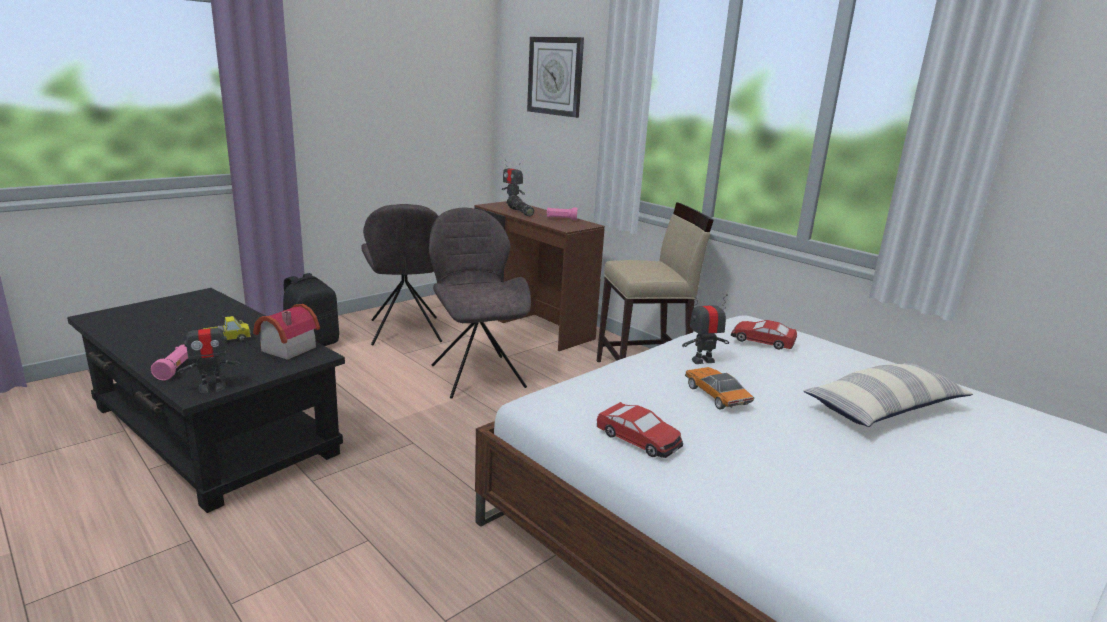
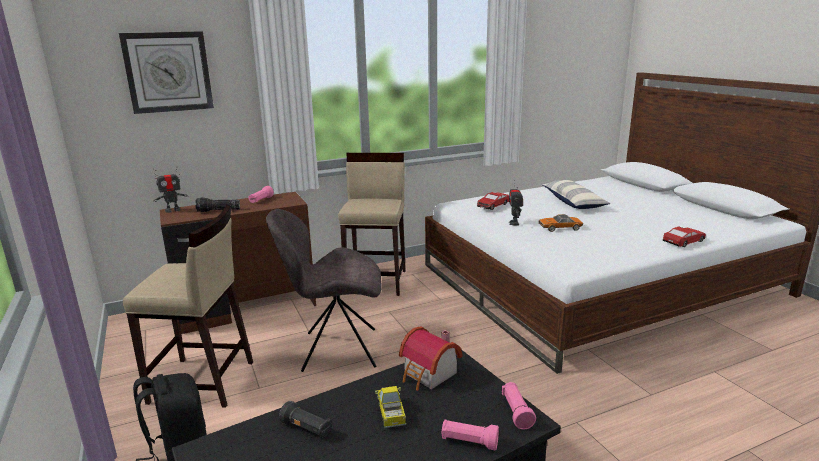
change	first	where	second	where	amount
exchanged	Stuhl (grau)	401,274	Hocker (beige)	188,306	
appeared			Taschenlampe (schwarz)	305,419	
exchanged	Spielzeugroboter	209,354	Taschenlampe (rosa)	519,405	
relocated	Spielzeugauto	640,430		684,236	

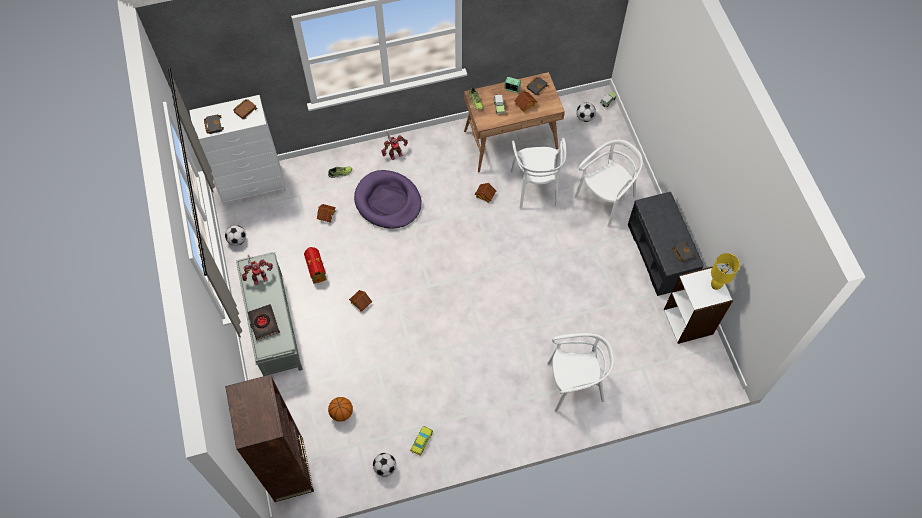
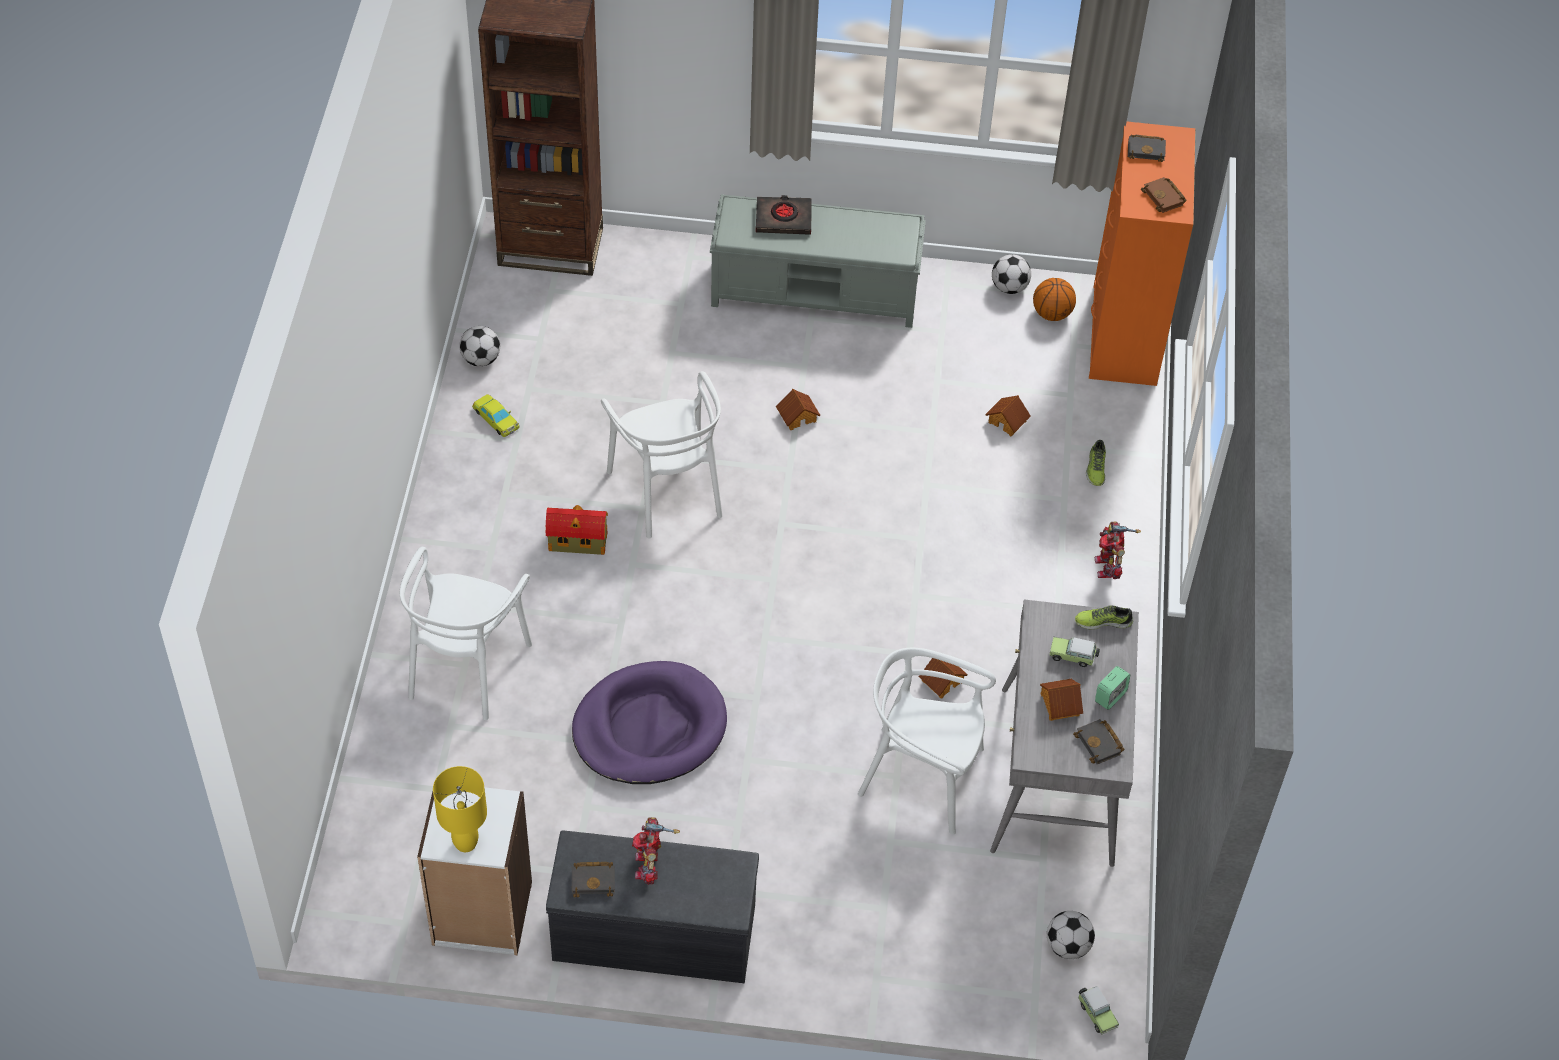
change	first	where	second	where	amount
relocated	Spielzeughaus	315,265		576,530	
relocated	Hundebett (lila)	388,199		649,722	
relocated	Stuhl (weiß)	608,183		661,454	
relocated	Spielzeugroboter	257,270		656,851	
colour	Schreibtisch (braun)	514,122	Schreibtisch (grau)	1064,733	
relocated	Basketball	340,409		1054,299	
colour	Kommode (weiß)	237,150	Kommode (orange)	1142,254	

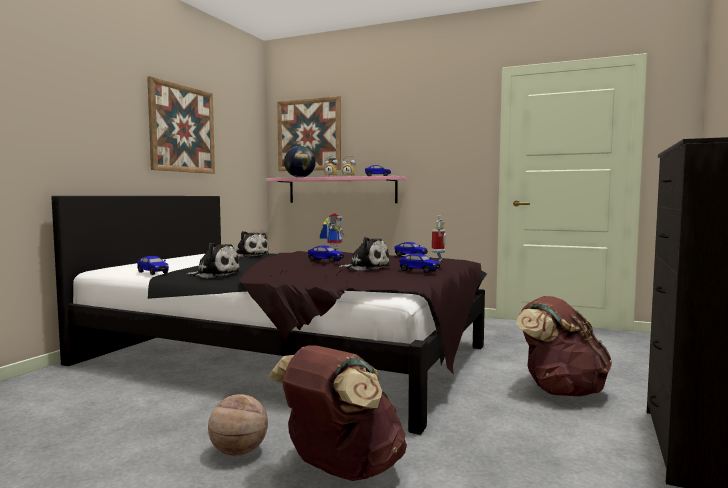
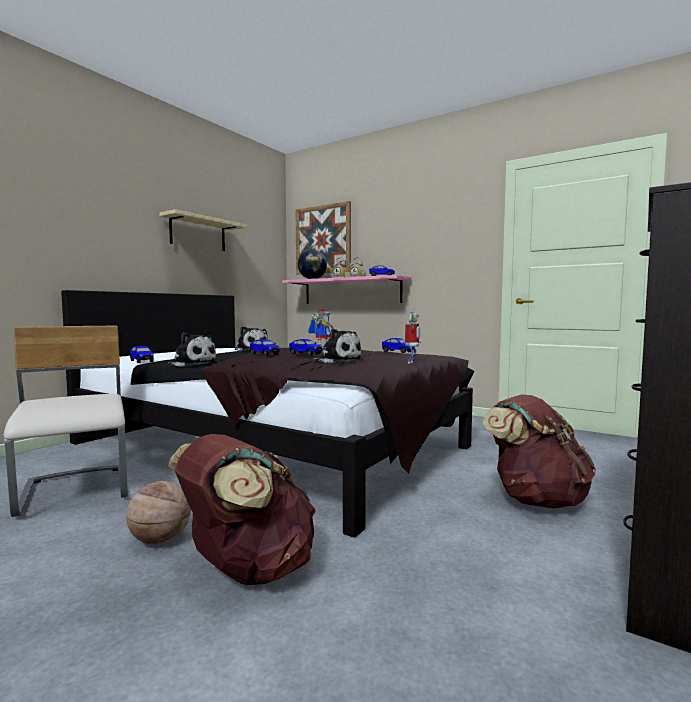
change	first	where	second	where	amount
appeared			Stuhl (beige)	66,421	
exchanged	Bild	181,125	Wandregal (beige)	202,230	
relocated	Spielzeugauto	419,263		265,347	

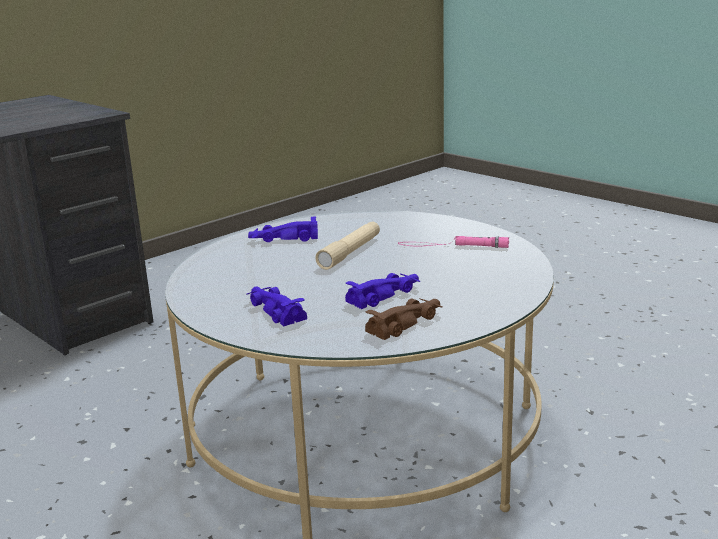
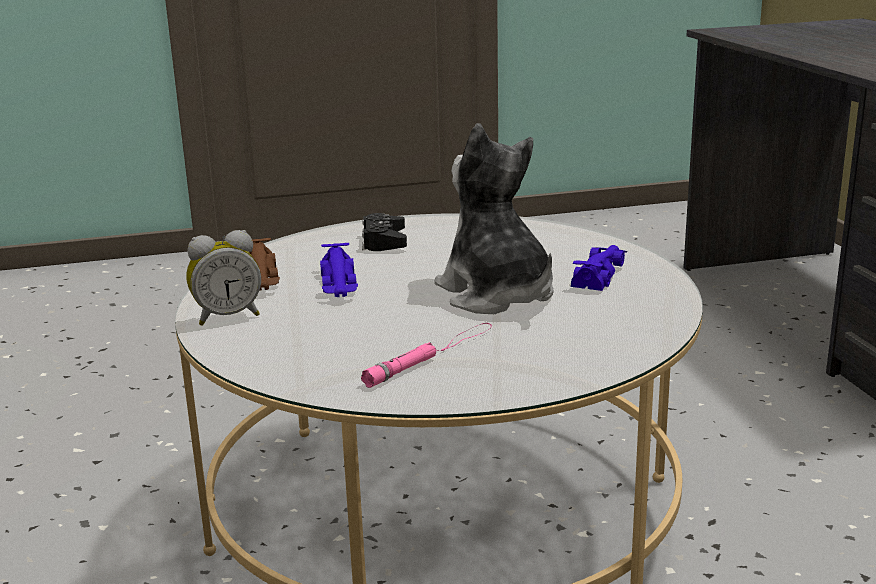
change	first	where	second	where	amount
appeared			Wecker	223,278	
exchanged	Spielzeugauto (lila)	276,306	Gamepad (schwarz)	384,232	
exchanged	Taschenlampe (beige)	347,246	Plüschtier	493,218	

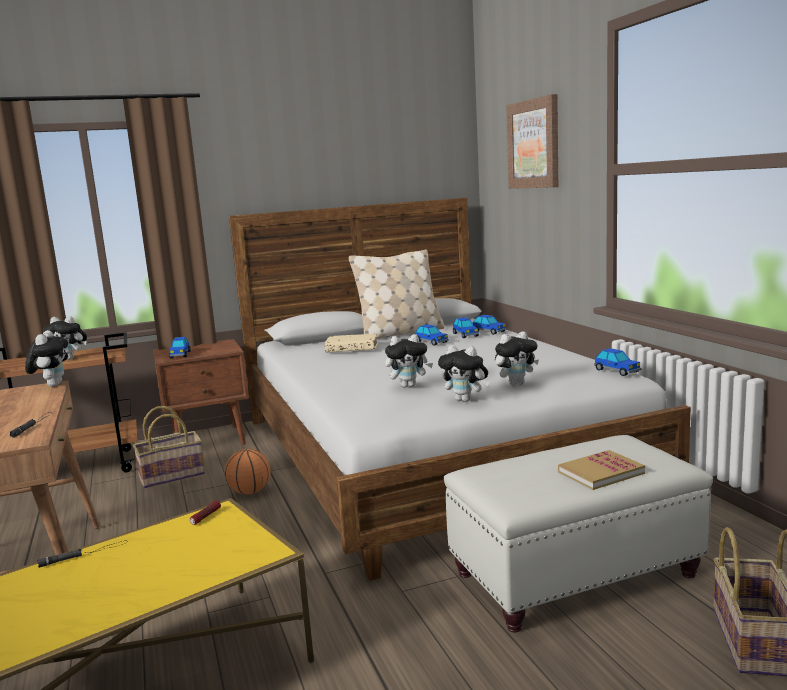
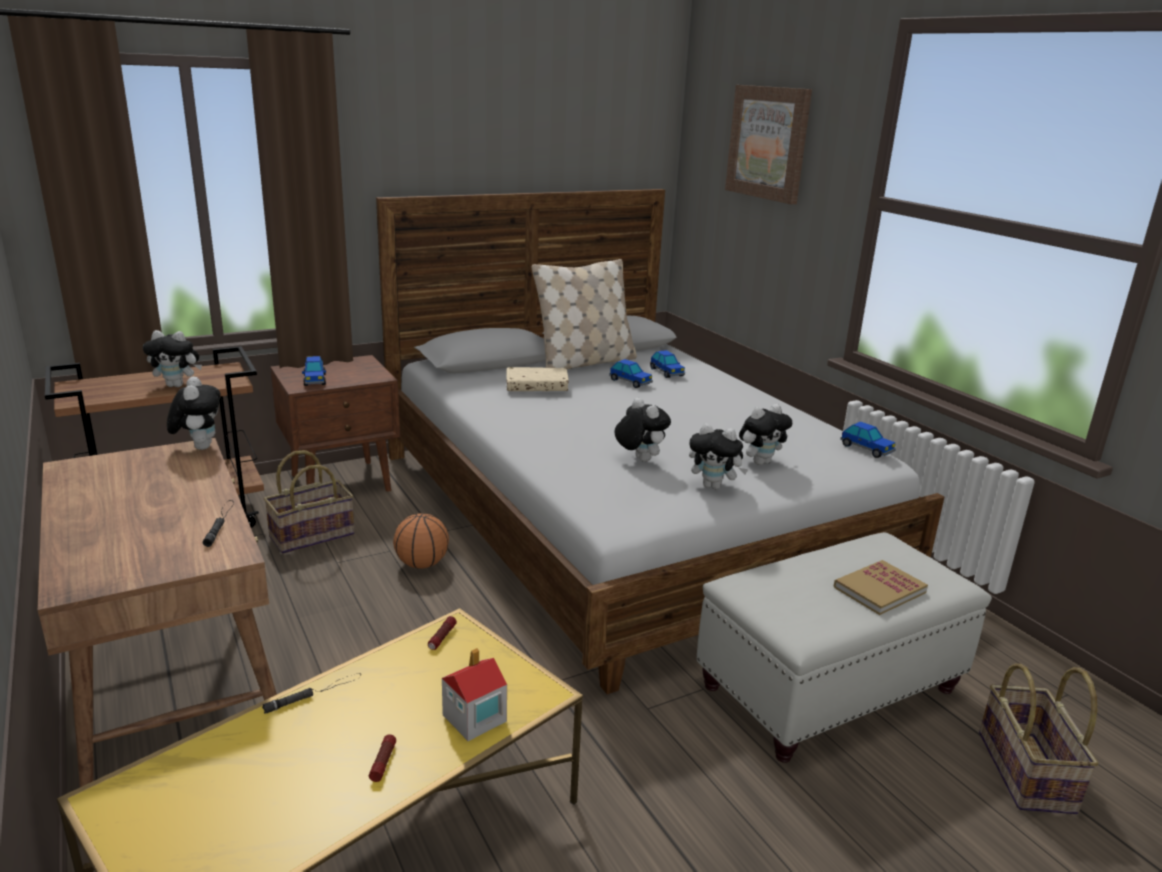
change	first	where	second	where	amount
appeared			Taschenlampe	382,758	
appeared			Spielzeughaus	474,694	
spun	Plüschtier	409,361		643,430	105 degrees counterclockwise
missing	Spielzeugauto	490,325			

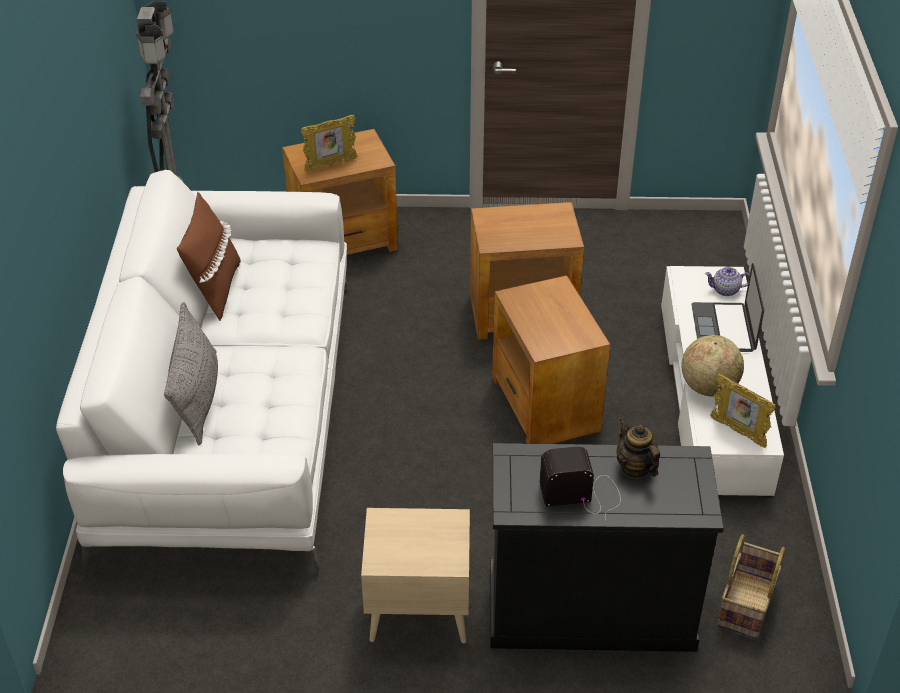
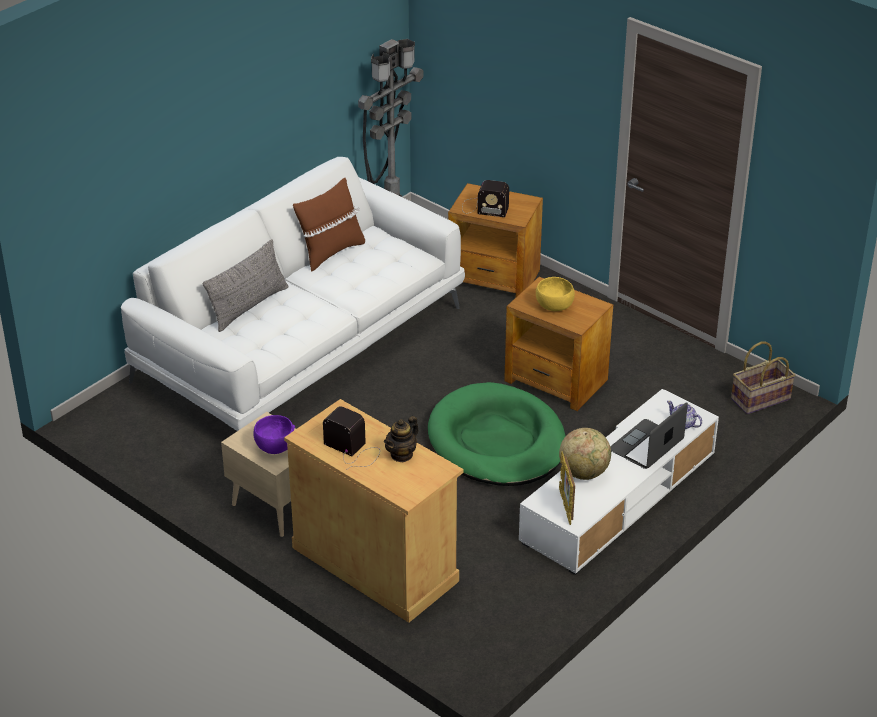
change	first	where	second	where	amount
appeared			Schüssel (lila)	274,434	
colour	Schrank (schwarz)	607,547	Schrank (beige)	374,511	
spun	Teekanne	638,448		401,439	150 degrees counterclockwise
exchanged	Beistelltisch (braun)	551,359	Hundebett (grün)	496,434	
exchanged	Bilderrahmen	329,143	Radio	485,198	
appeared			Schüssel (gelb)	555,294	
relocated	Korb	751,586		763,377	

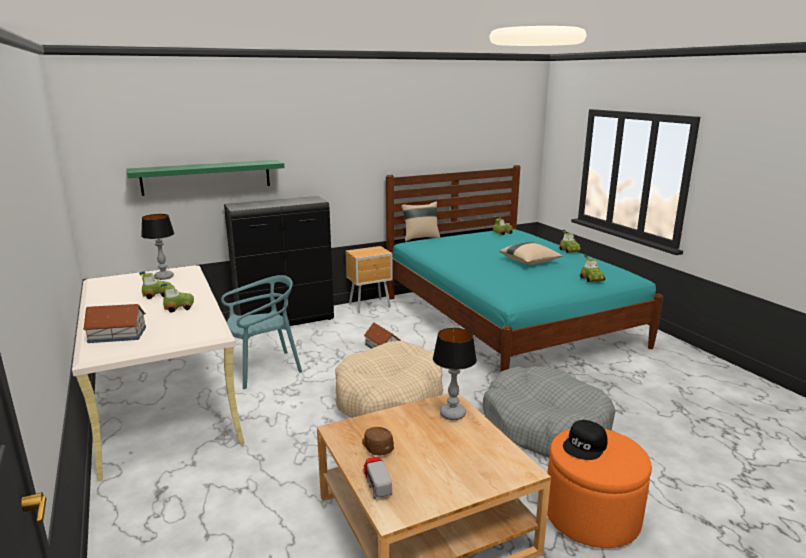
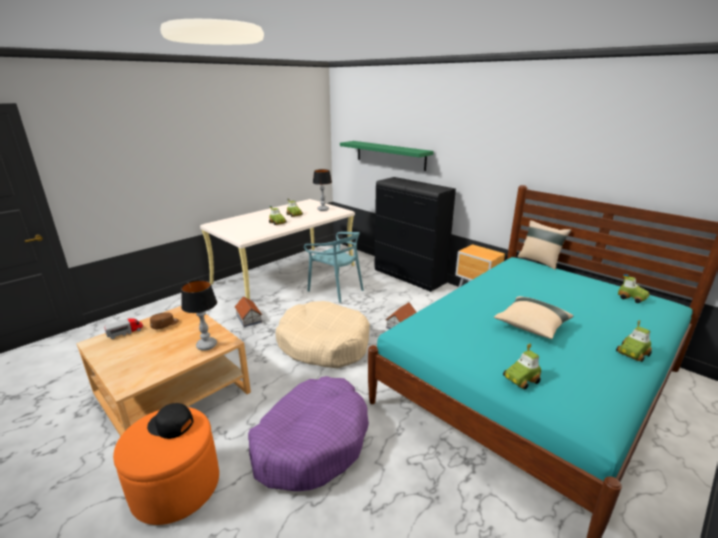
change	first	where	second	where	amount
relocated	Spielzeughaus	114,323		248,311	
colour	Hundebett (grau)	549,412	Hundebett (lila)	308,433	

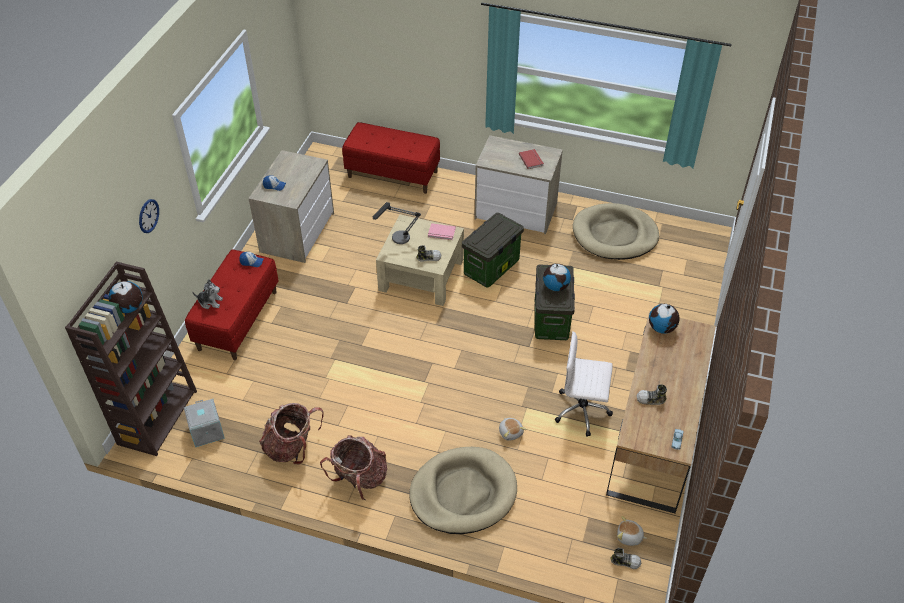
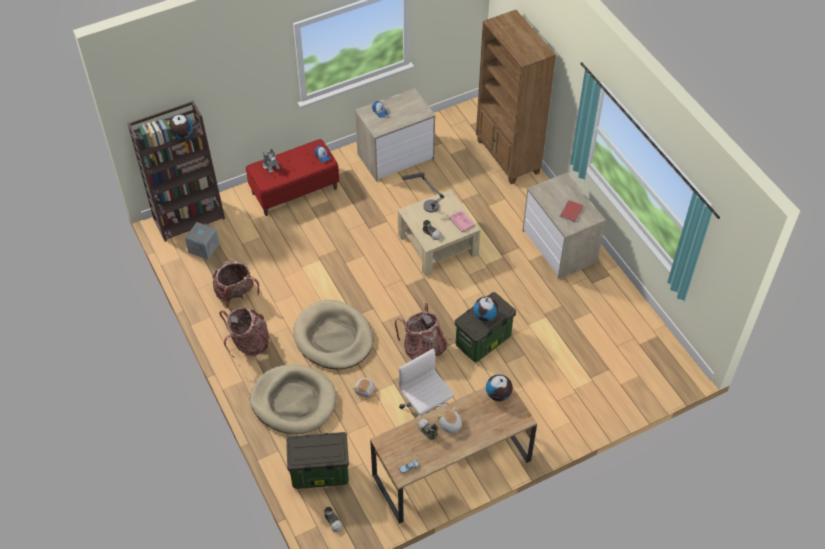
change	first	where	second	where	amount
relocated	Aufbewahrungsbox	493,250		317,460	
relocated	Hundebett (beige)	616,231		333,334	
appeared			Rucksack	421,331	
relocated	Plüschtier	632,531		449,420	
exchanged	Bank (rot)	391,158	Bücherregal (braun)	516,97	
missing	Wanduhr	149,216			

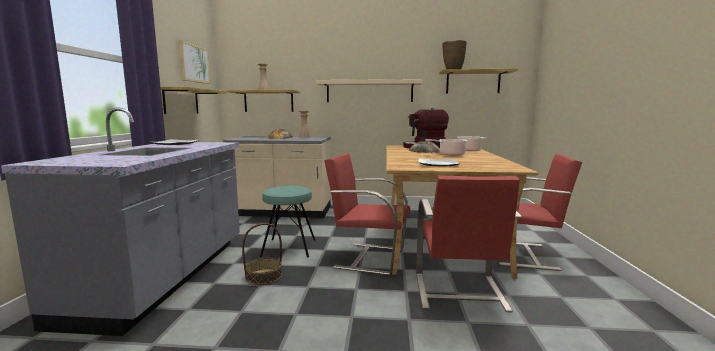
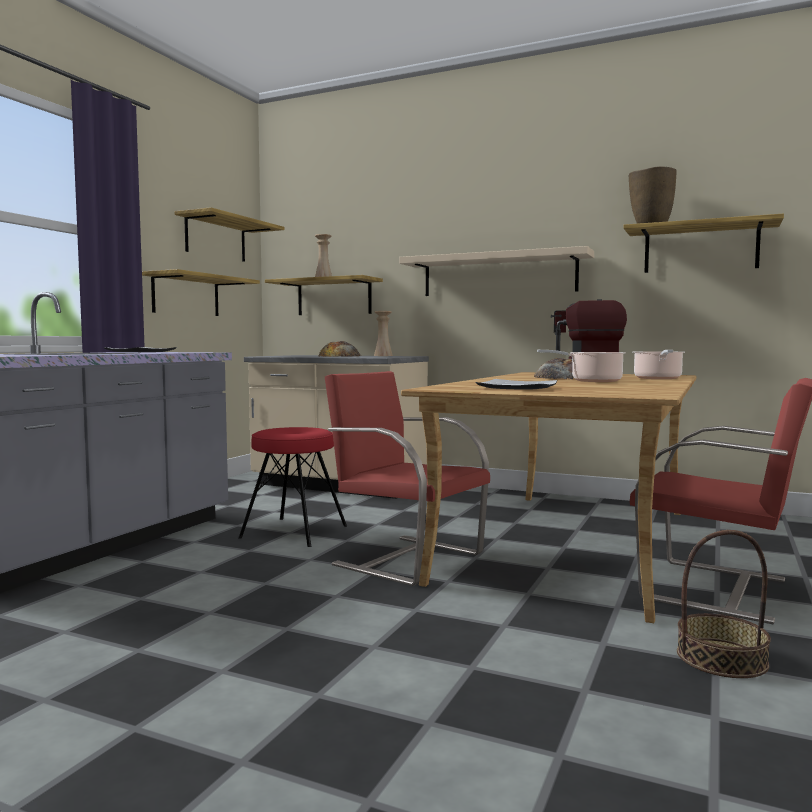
change	first	where	second	where	amount
exchanged	Bild	194,62	Wandregal	229,234	
colour	Hocker (türkis)	287,221	Hocker (rot)	292,487	
relocated	Korb	262,254		724,604	
missing	Stuhl (rot)	469,244			

